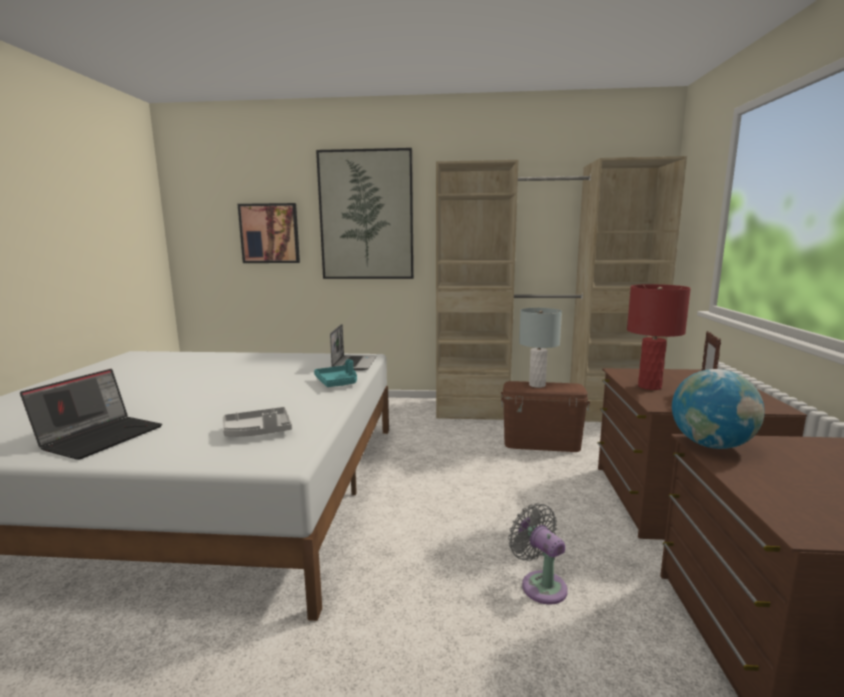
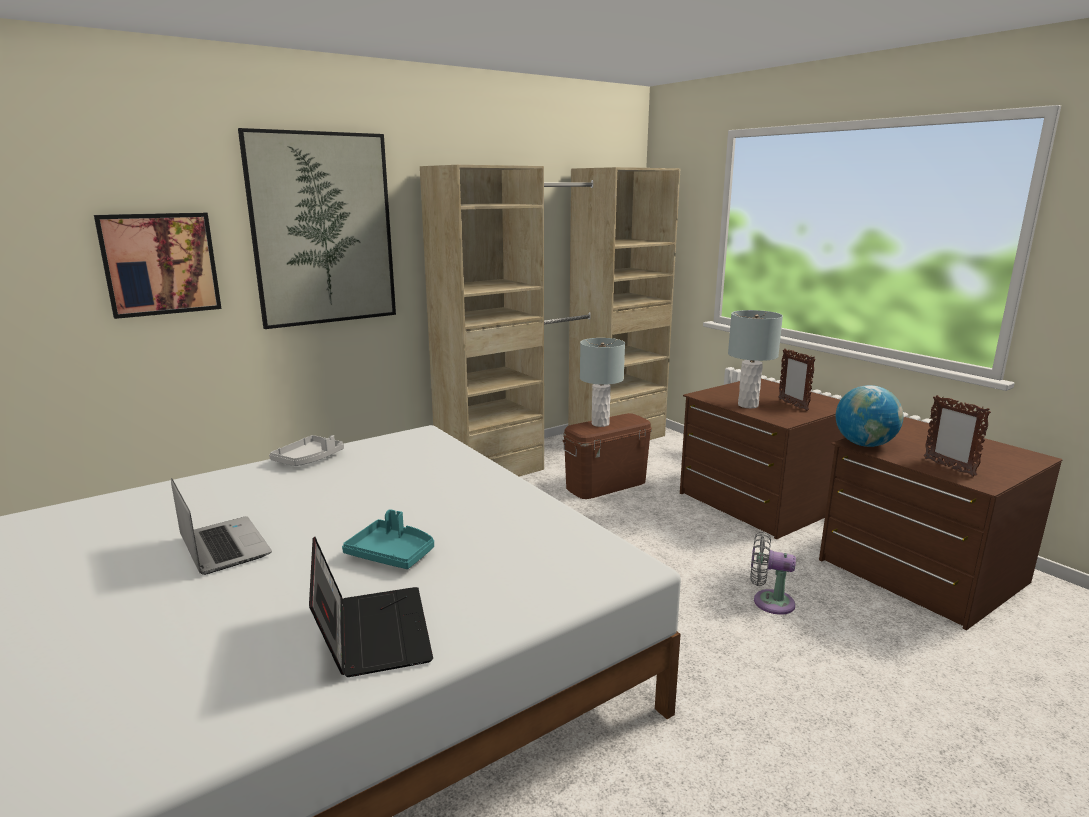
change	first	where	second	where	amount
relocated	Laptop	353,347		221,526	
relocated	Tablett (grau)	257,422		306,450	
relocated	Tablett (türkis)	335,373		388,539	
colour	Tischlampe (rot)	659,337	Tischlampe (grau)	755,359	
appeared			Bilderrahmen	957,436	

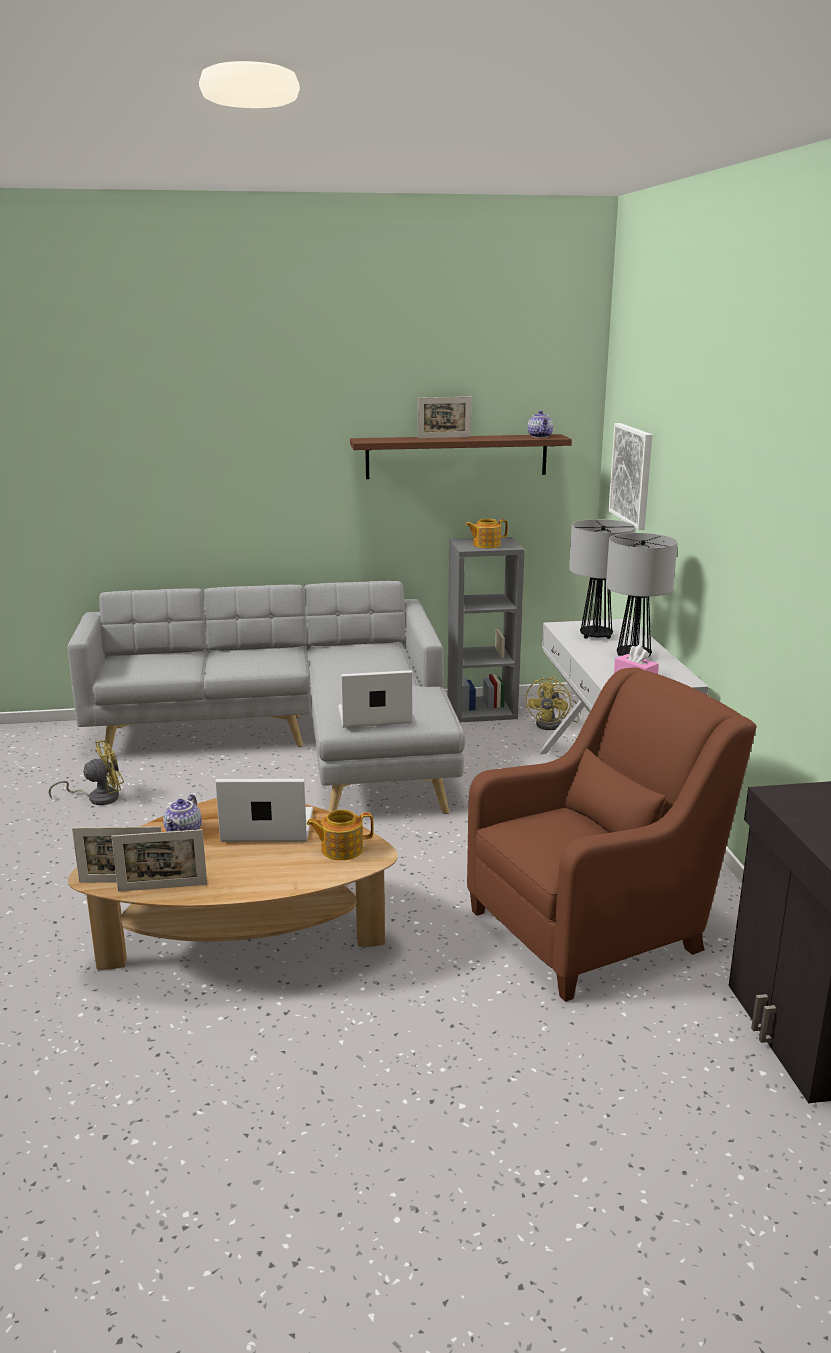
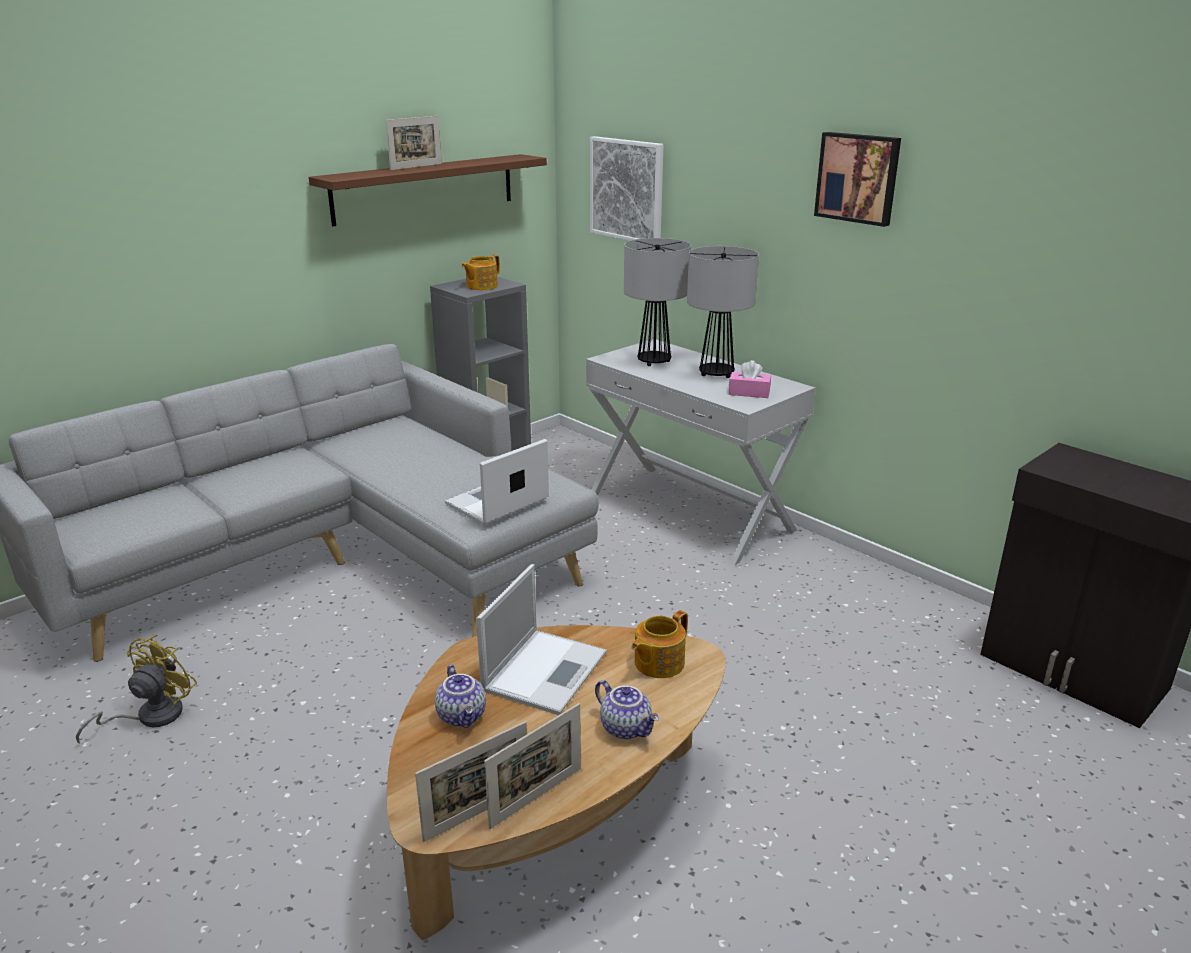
change	first	where	second	where	amount
spun	Laptop	264,810		541,639	150 degrees clockwise
relocated	Teekanne	540,424		627,710	
appeared			Bild	857,179	
missing	Sessel (braun)	611,834			
missing	Ventilator (gelb)	553,703			

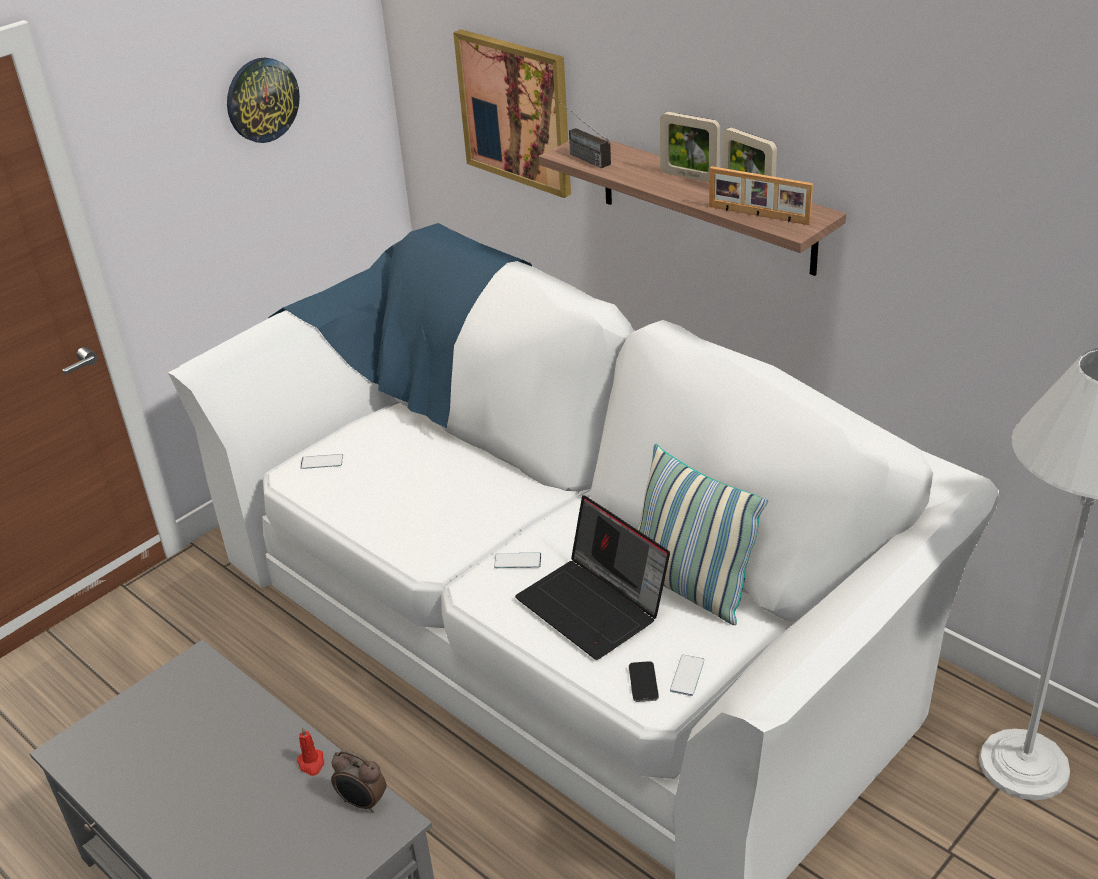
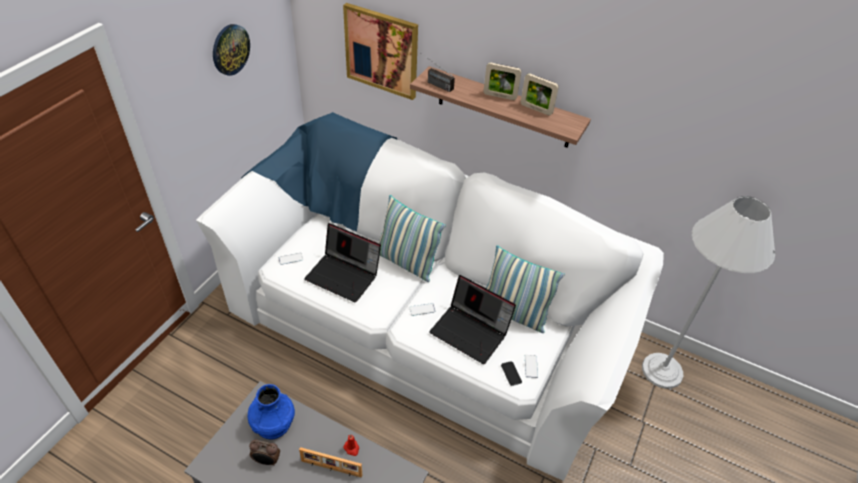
change	first	where	second	where	amount
appeared			Vase (blau)	271,412	
relocated	Wecker	359,781		264,452	
relocated	Bilderrahmen	761,195		330,462	
appeared			Laptop	342,262	
appeared			Kissen	412,238	

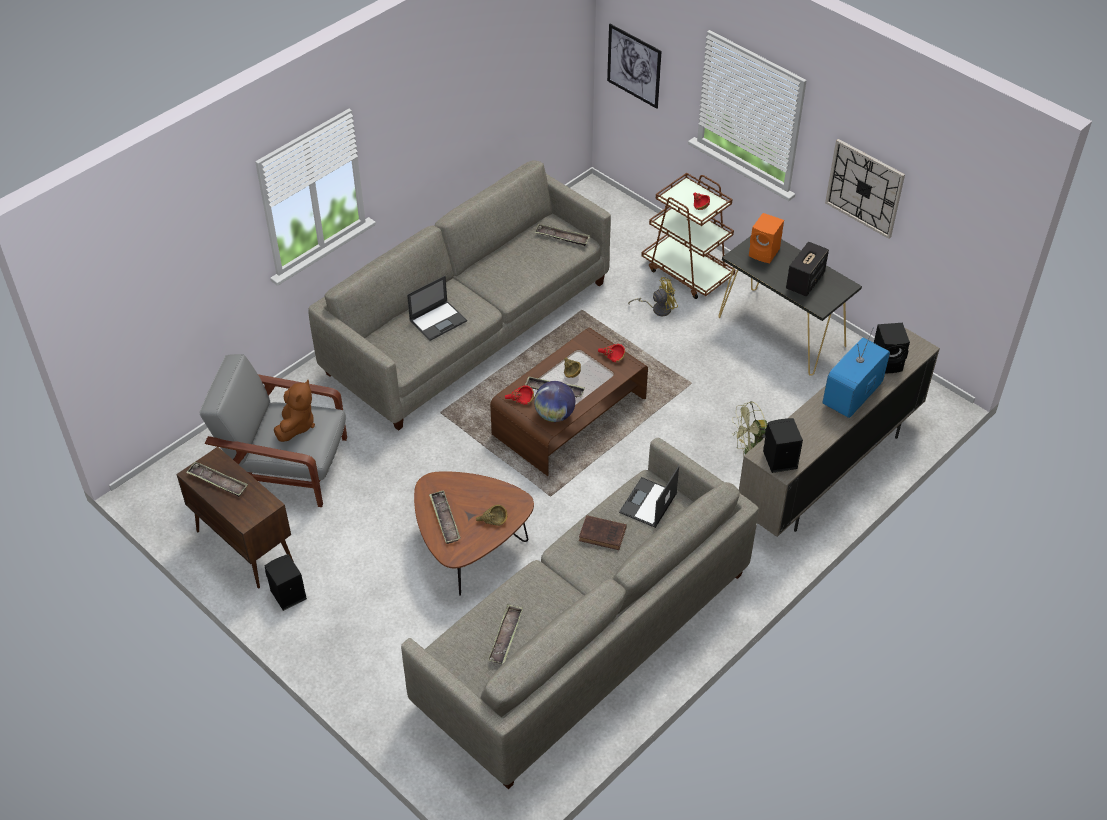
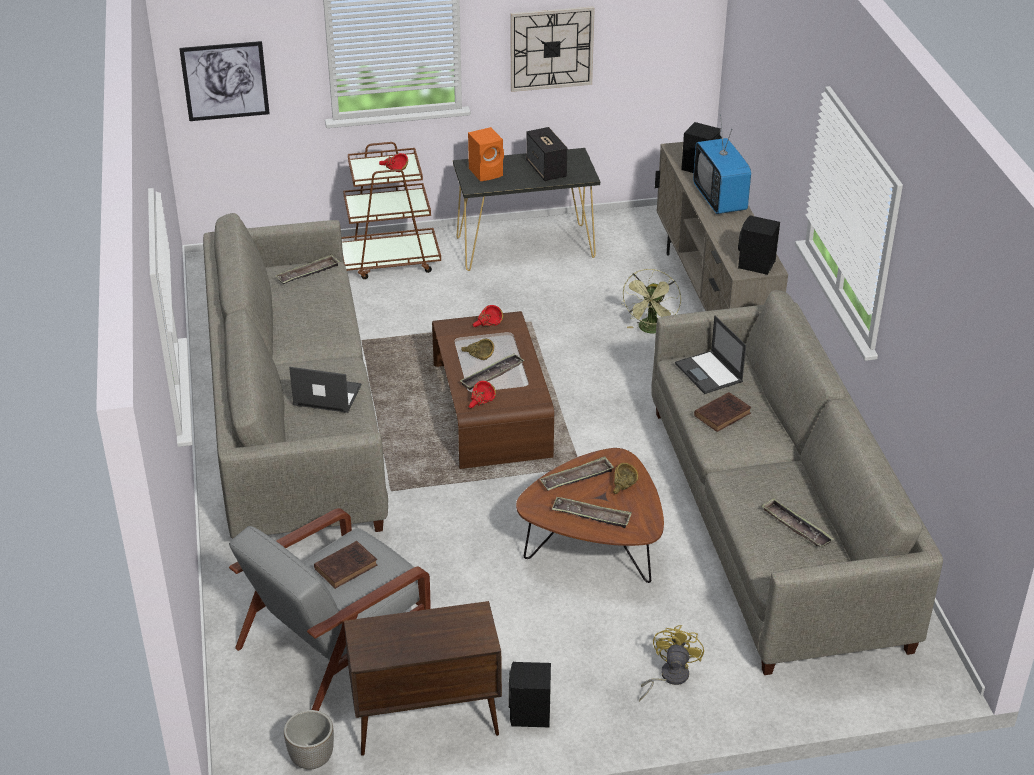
change	first	where	second	where	amount
appeared			Pflanzkübel	309,740	
spun	Laptop	437,308		325,390	75 degrees counterclockwise
exchanged	Plüschtier (braun)	294,411	Buch (braun)	345,565	
relocated	Tablett	217,479		577,473	
relocated	Ventilator (gelb)	653,296		671,663	
missing	Globus	554,401			

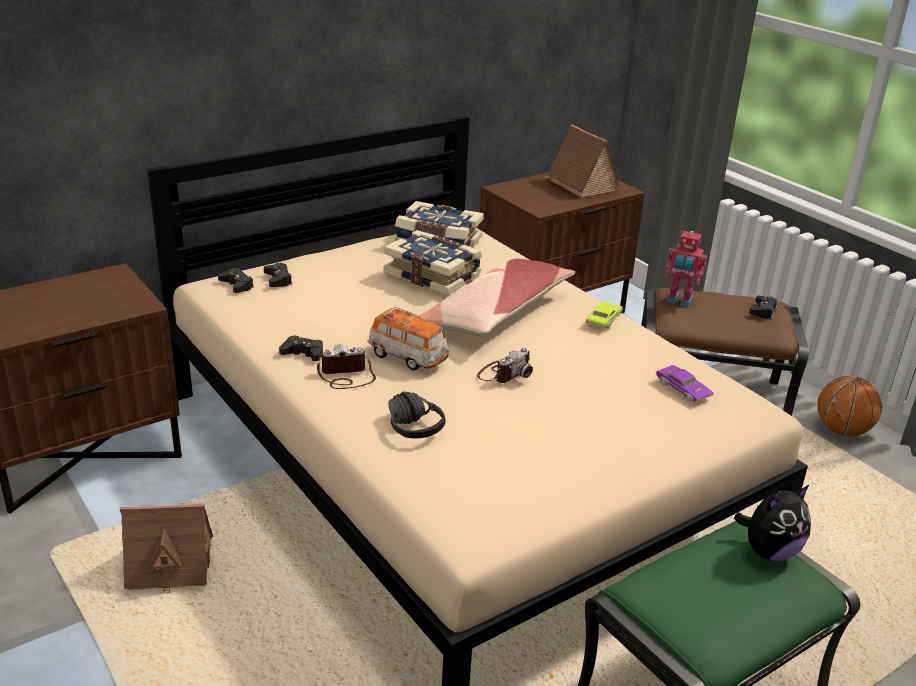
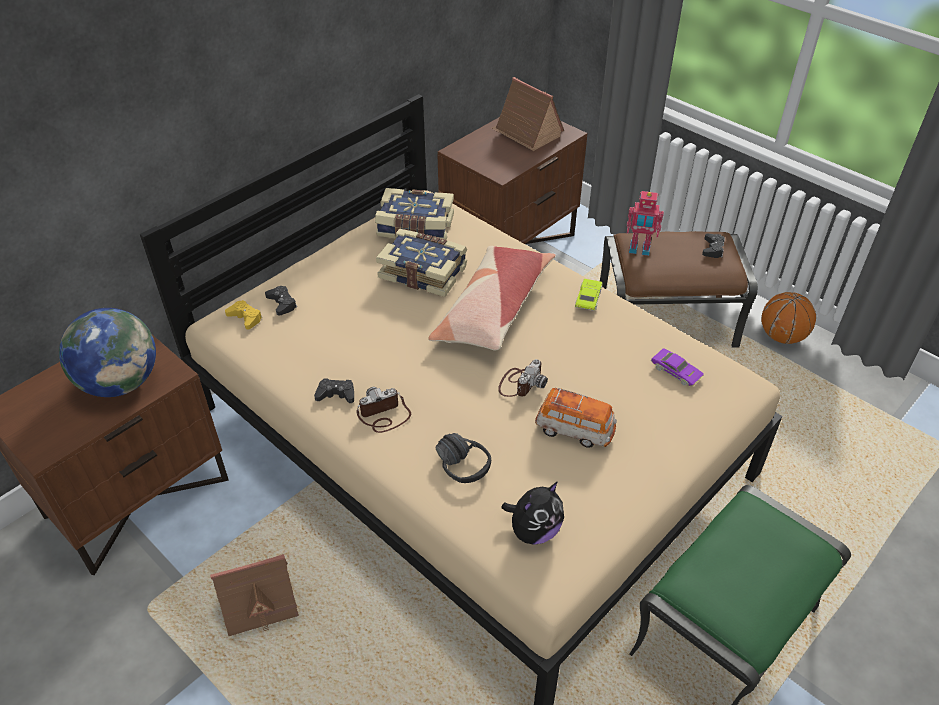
change	first	where	second	where	amount
appeared			Globus	107,352	
colour	Gamepad (schwarz)	236,280	Gamepad (gelb)	243,315	
relocated	Plüschtier	772,523		533,513	
relocated	Spielzeugauto	408,338		576,418	

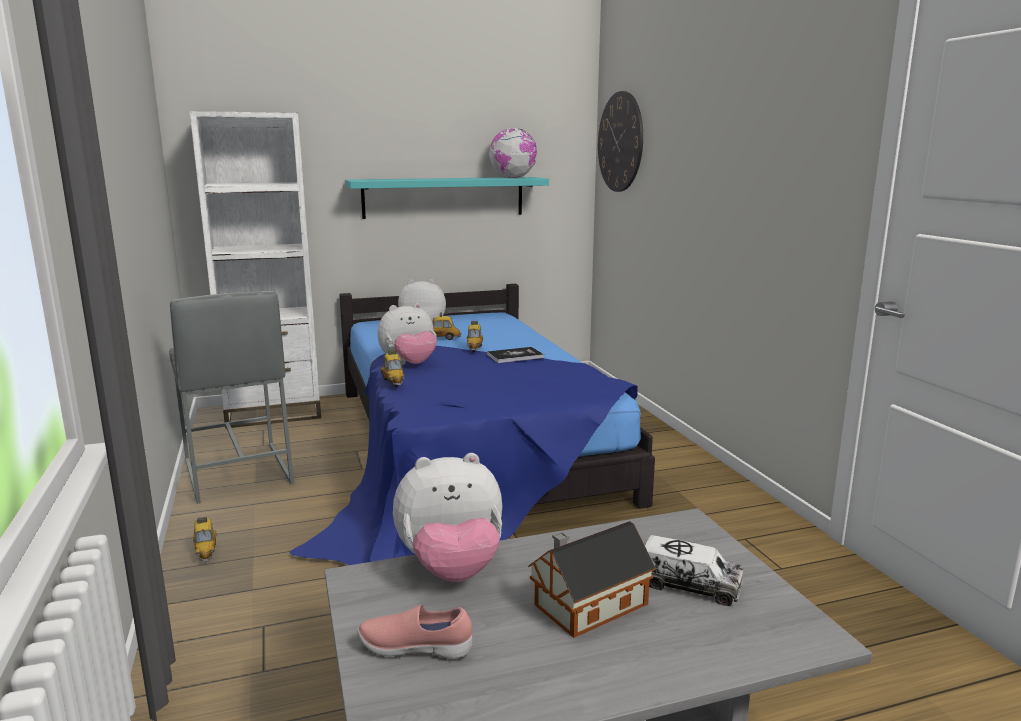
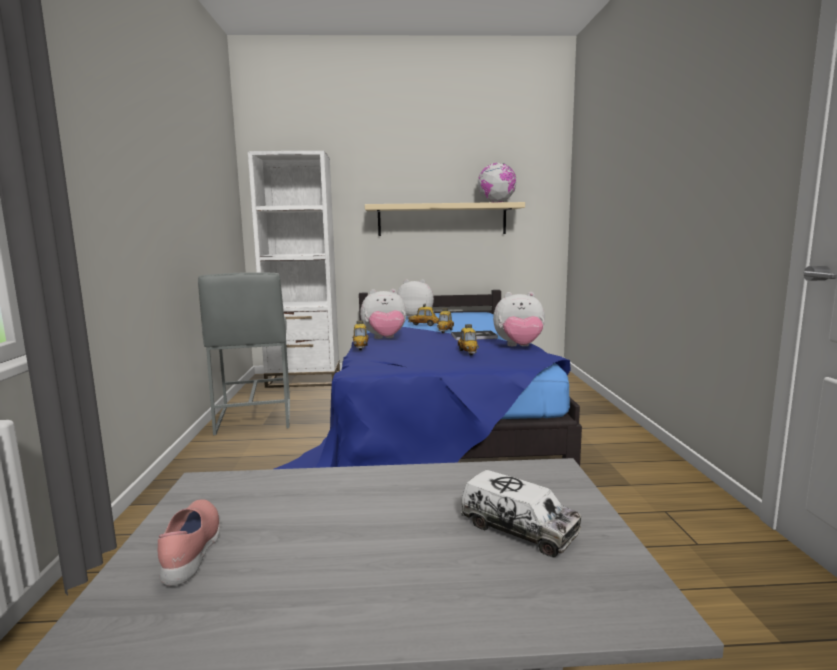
change	first	where	second	where	amount
spun	Schuh (rosa)	414,632		189,542	60 degrees clockwise
colour	Wandregal (türkis)	447,198	Wandregal (beige)	445,219	
relocated	Spielzeugauto	204,539		468,339	
relocated	Plüschtier	447,517		519,319	
missing	Spielzeughaus	592,579			
missing	Wanduhr	620,141			

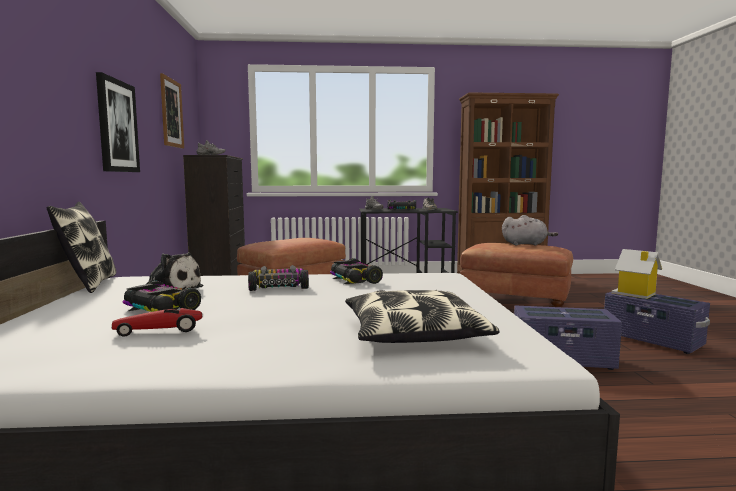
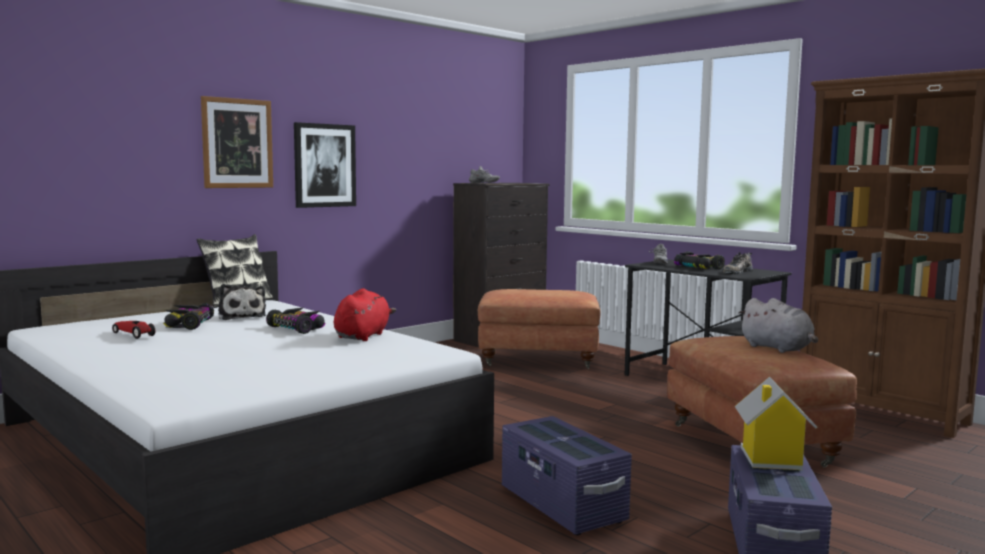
change	first	where	second	where	amount
relocated	Bild	172,111		237,142	
exchanged	Spielzeugauto	356,271	Plüschtier (rot)	365,314	
missing	Kissen	422,316			

